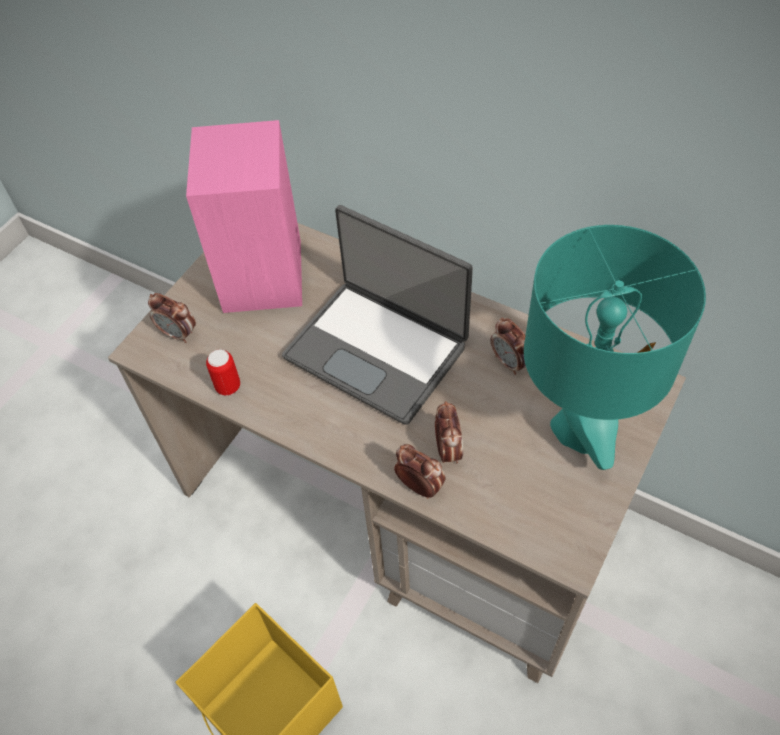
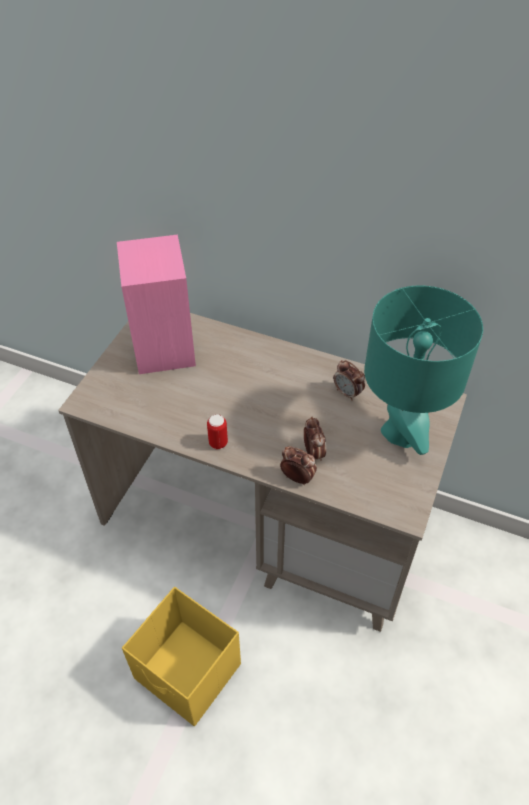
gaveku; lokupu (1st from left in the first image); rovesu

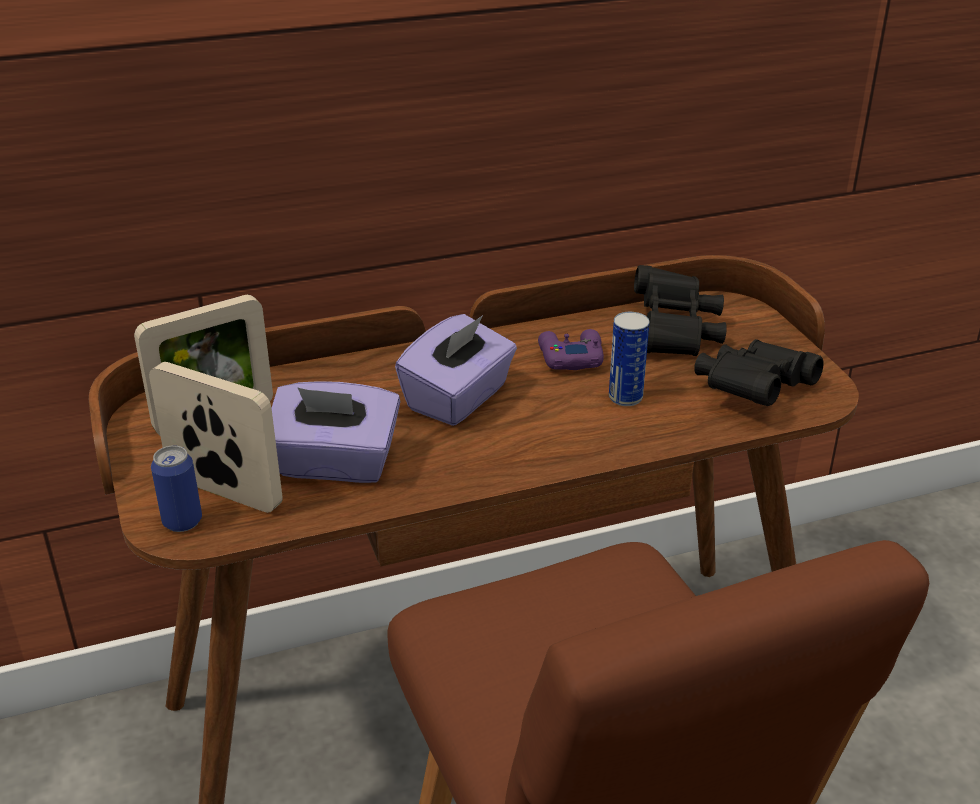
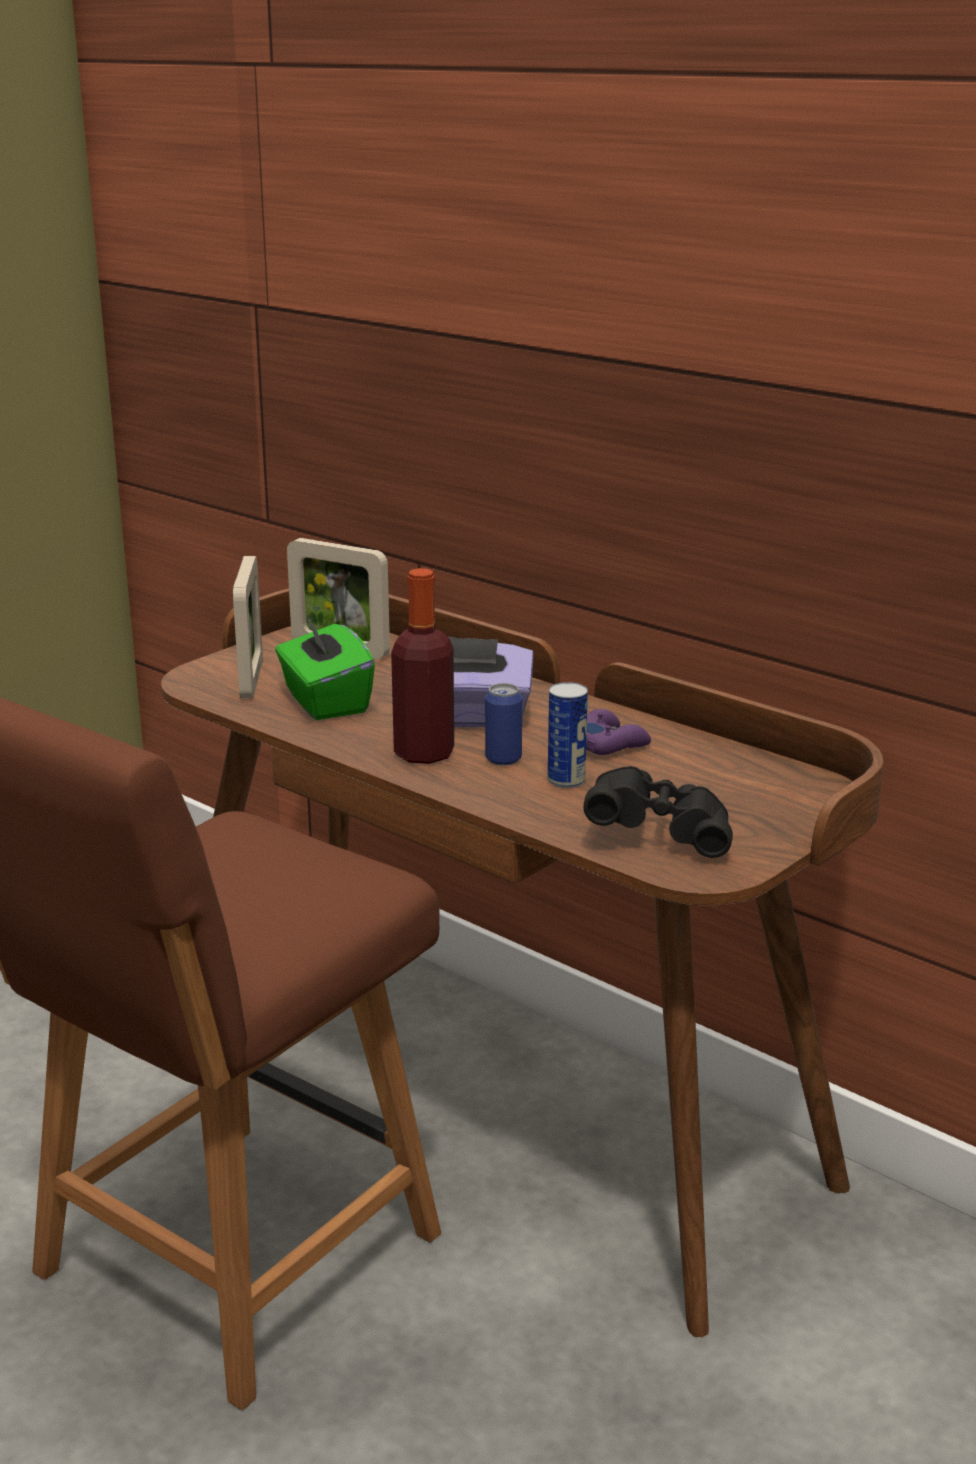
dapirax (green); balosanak; gaveku (1st from left); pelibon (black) (1st from left in the first image)

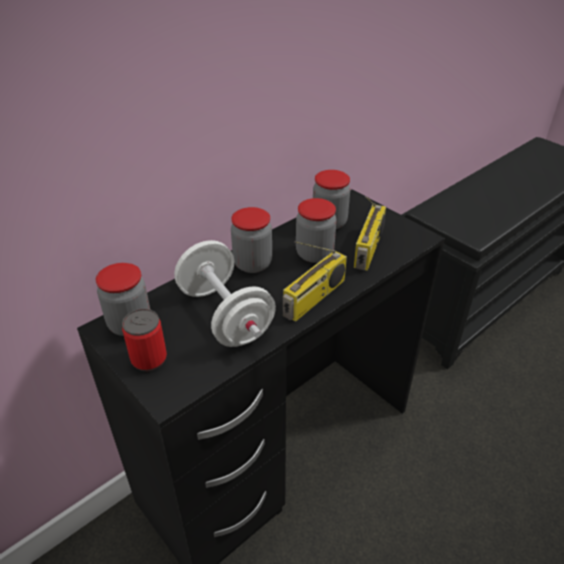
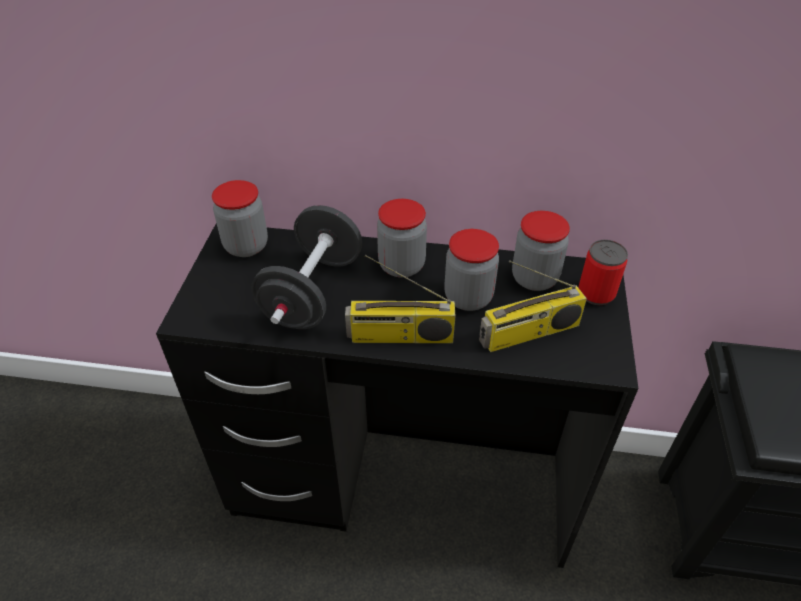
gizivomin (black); gaveku

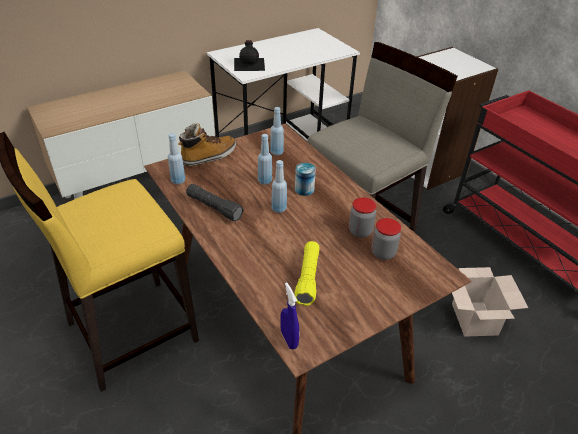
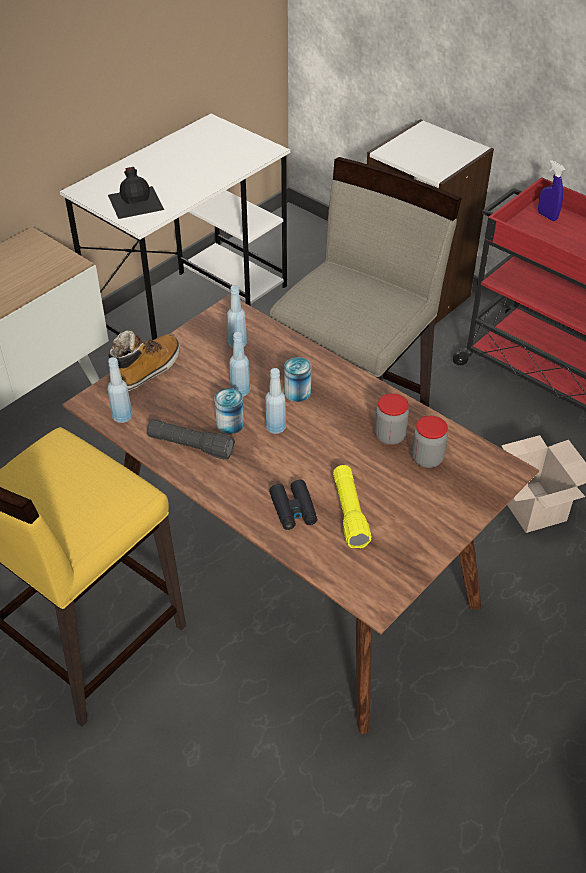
gaveku (1st from left); pelibon (black); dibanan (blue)

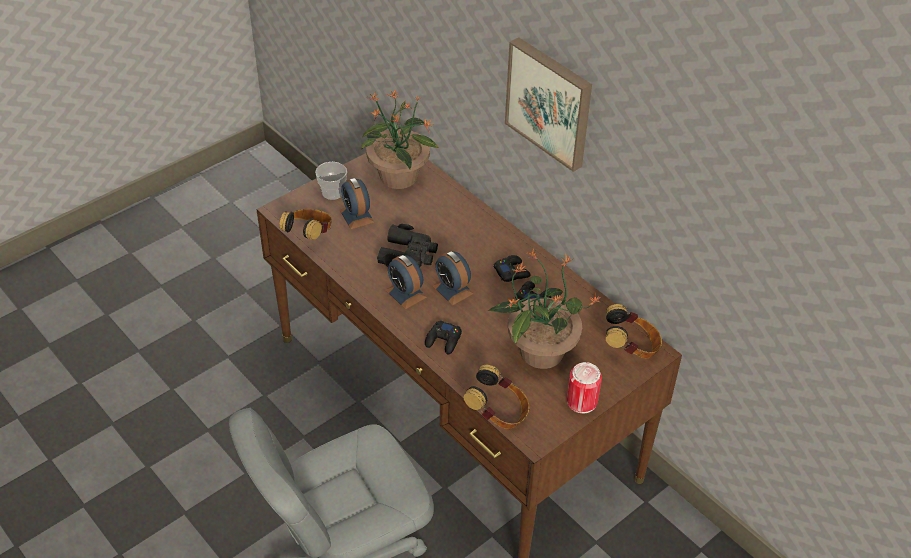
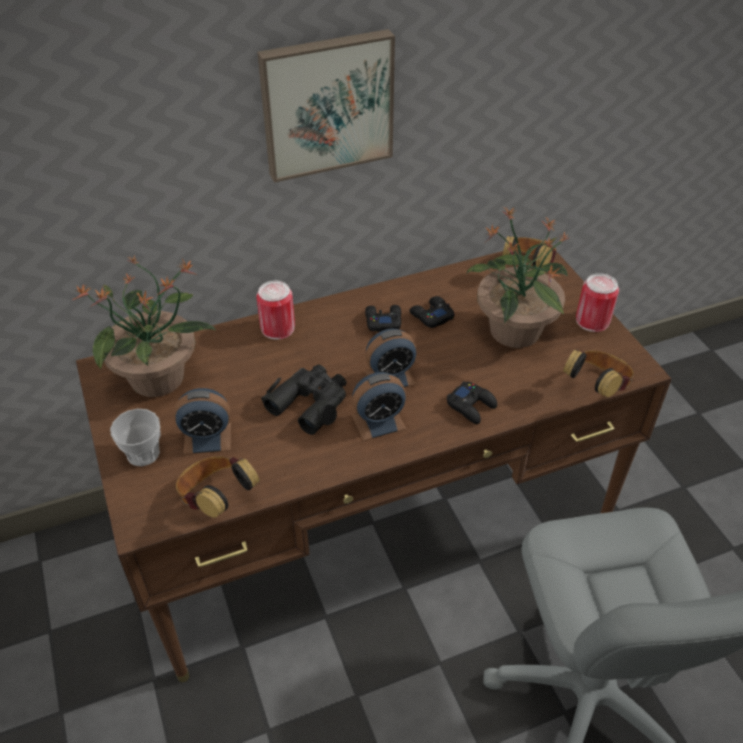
gaveku (1st from left)

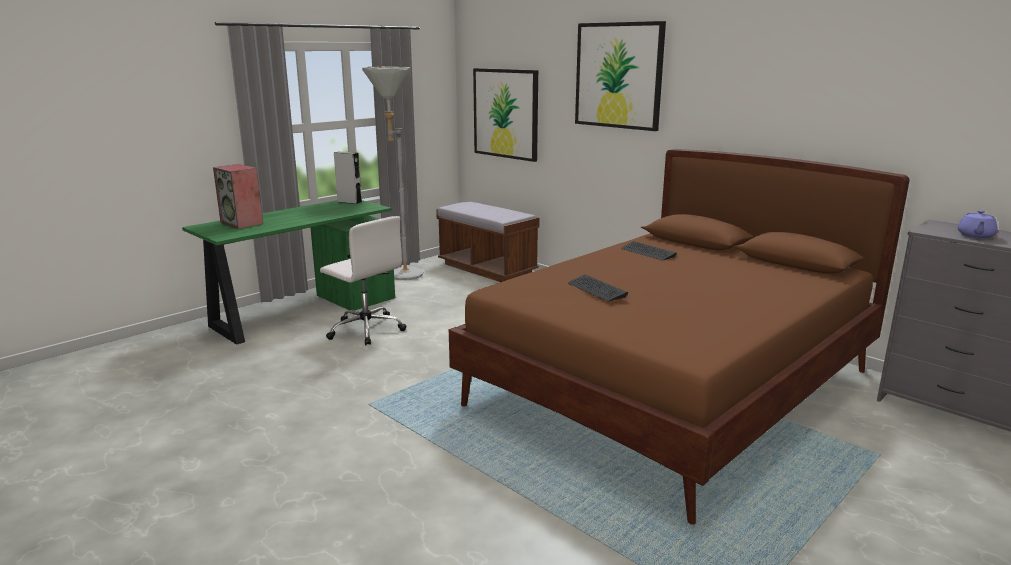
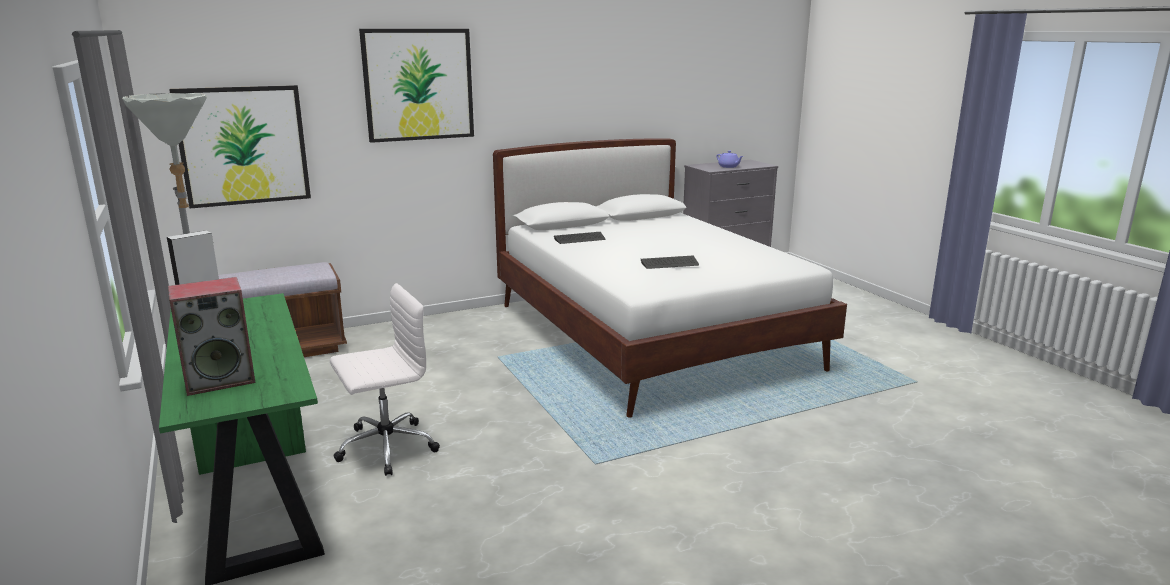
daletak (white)

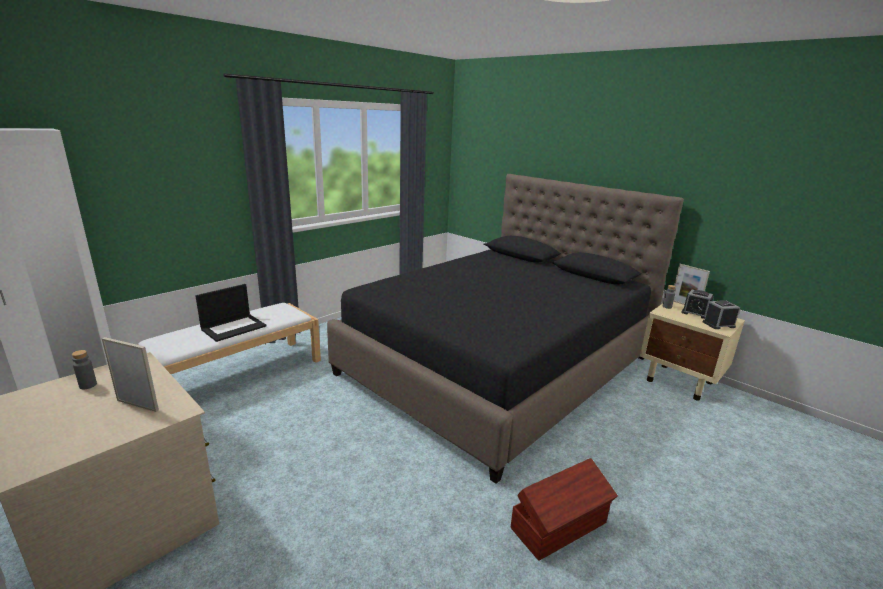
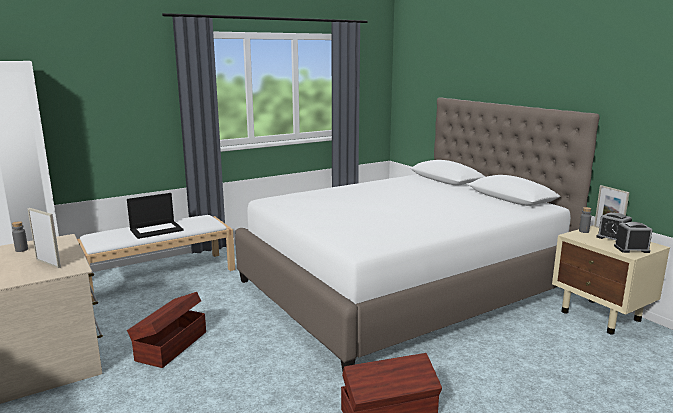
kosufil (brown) (1st from left); daletak (white)

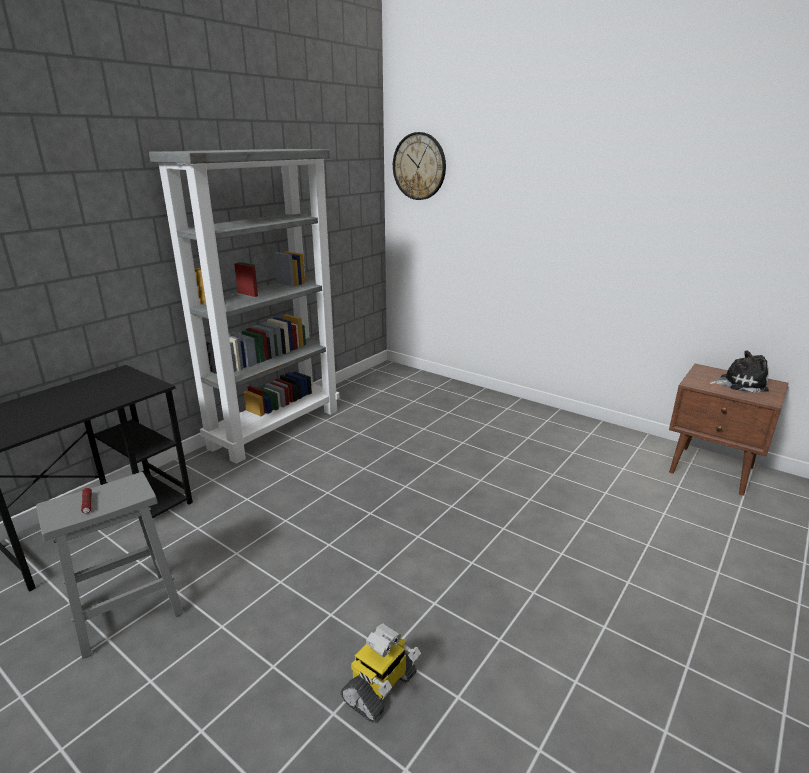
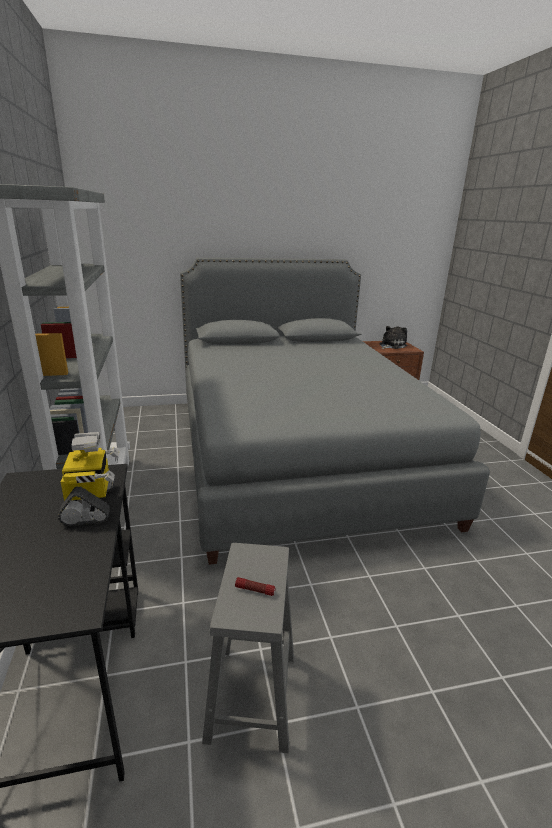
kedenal; daletak (grey); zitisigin

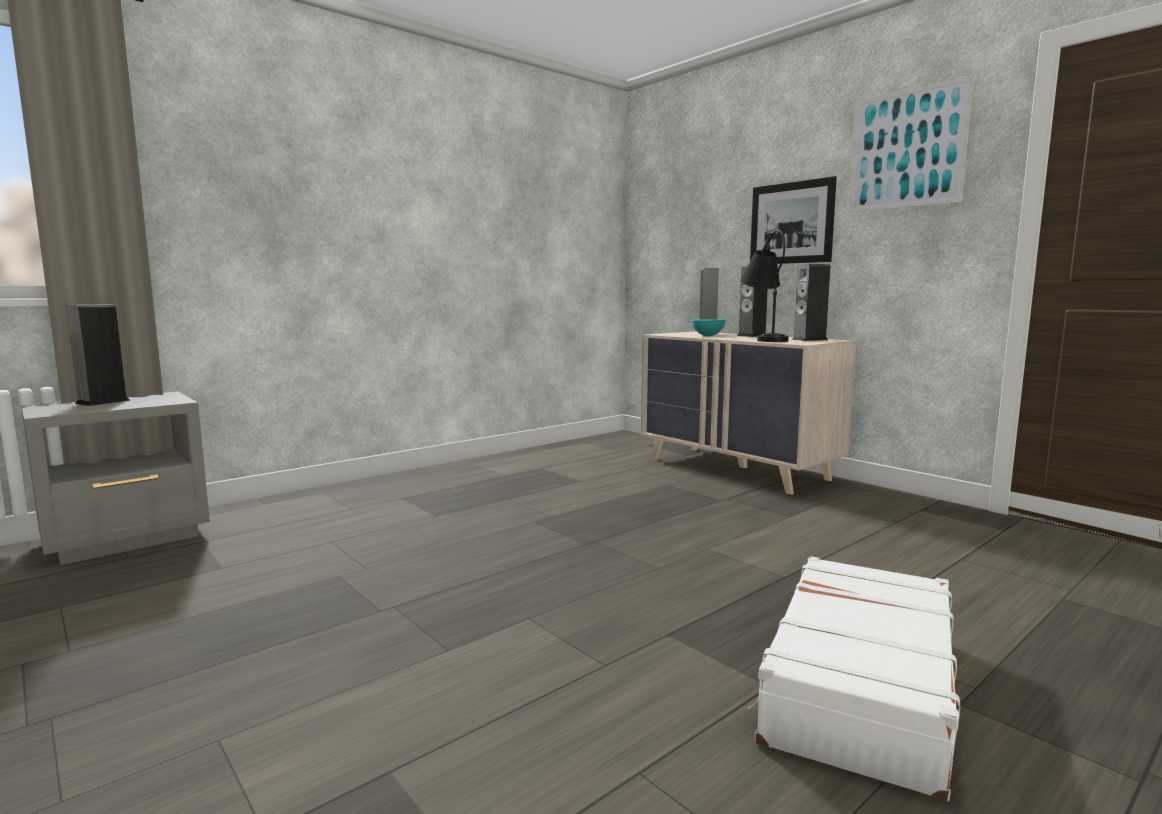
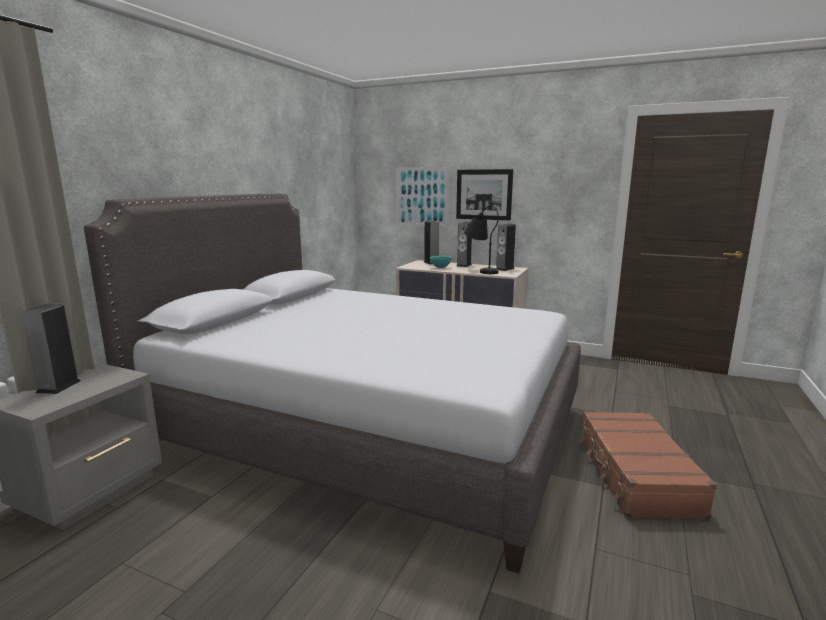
daletak (grey); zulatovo (1st from left); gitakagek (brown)

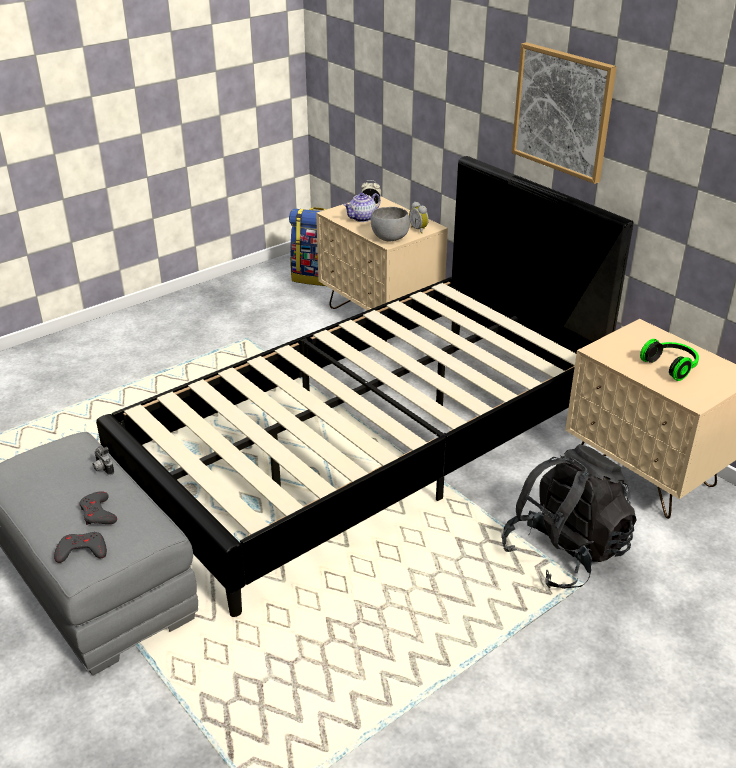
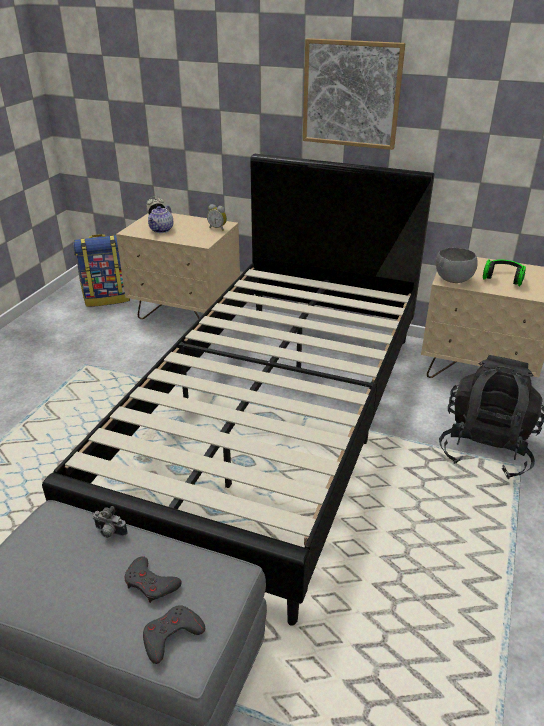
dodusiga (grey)

